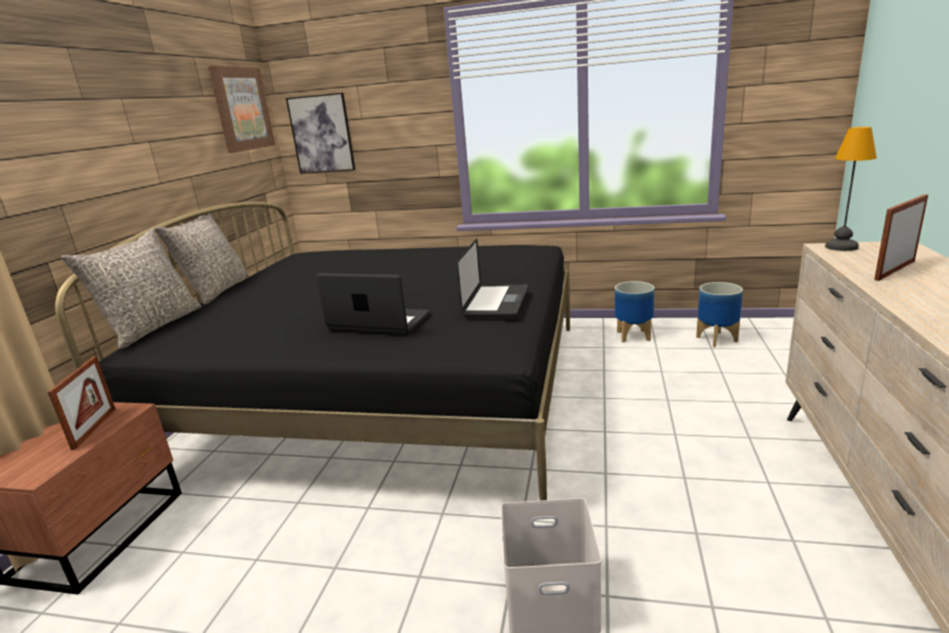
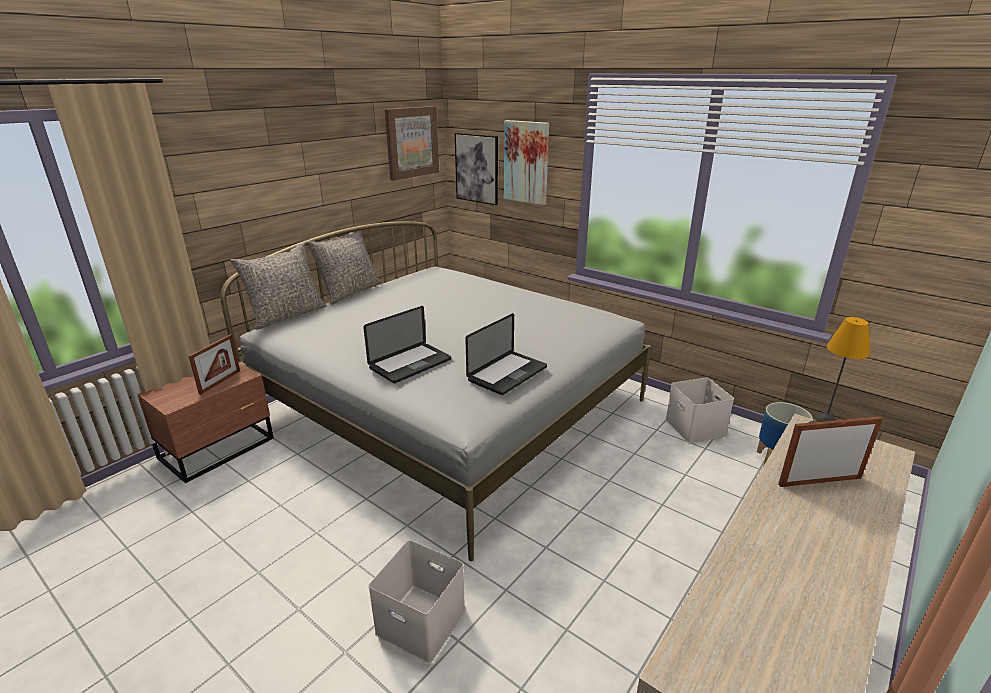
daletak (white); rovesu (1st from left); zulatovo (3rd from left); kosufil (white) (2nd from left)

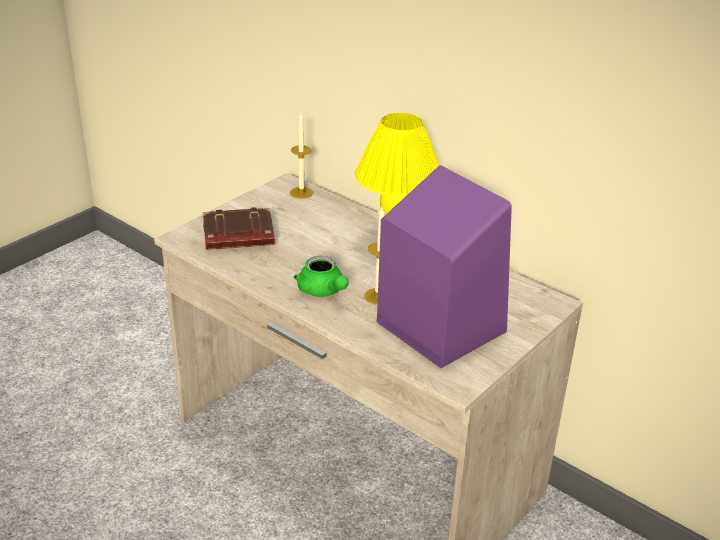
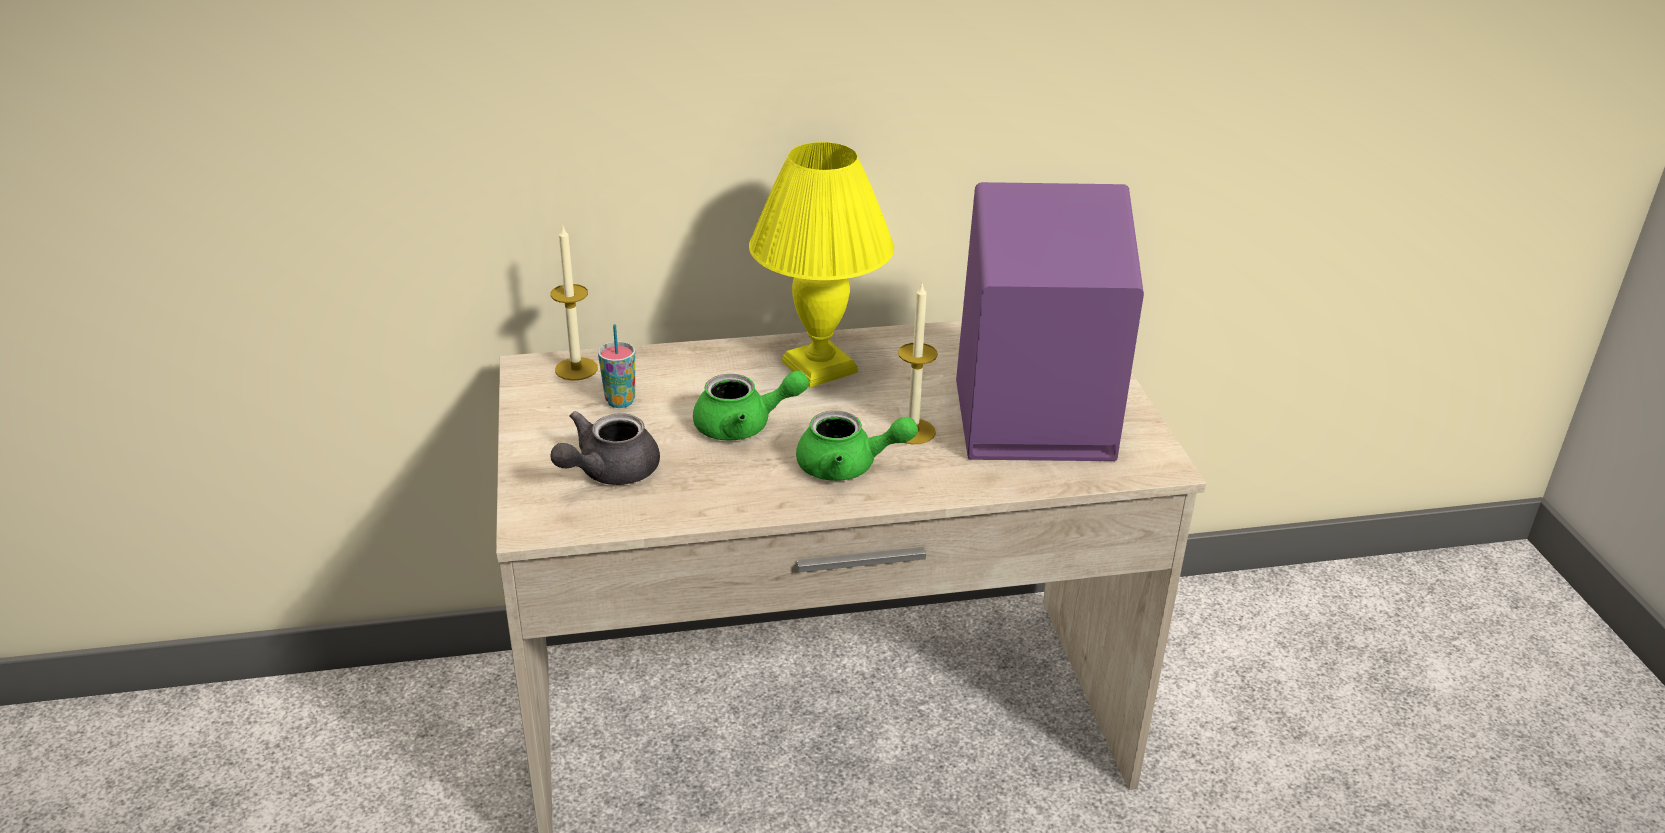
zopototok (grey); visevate; zopototok (green) (1st from left)

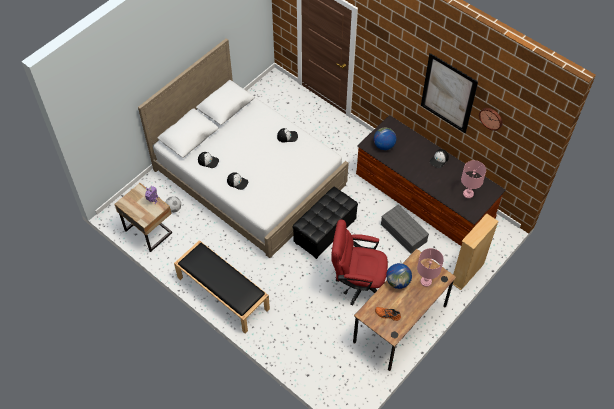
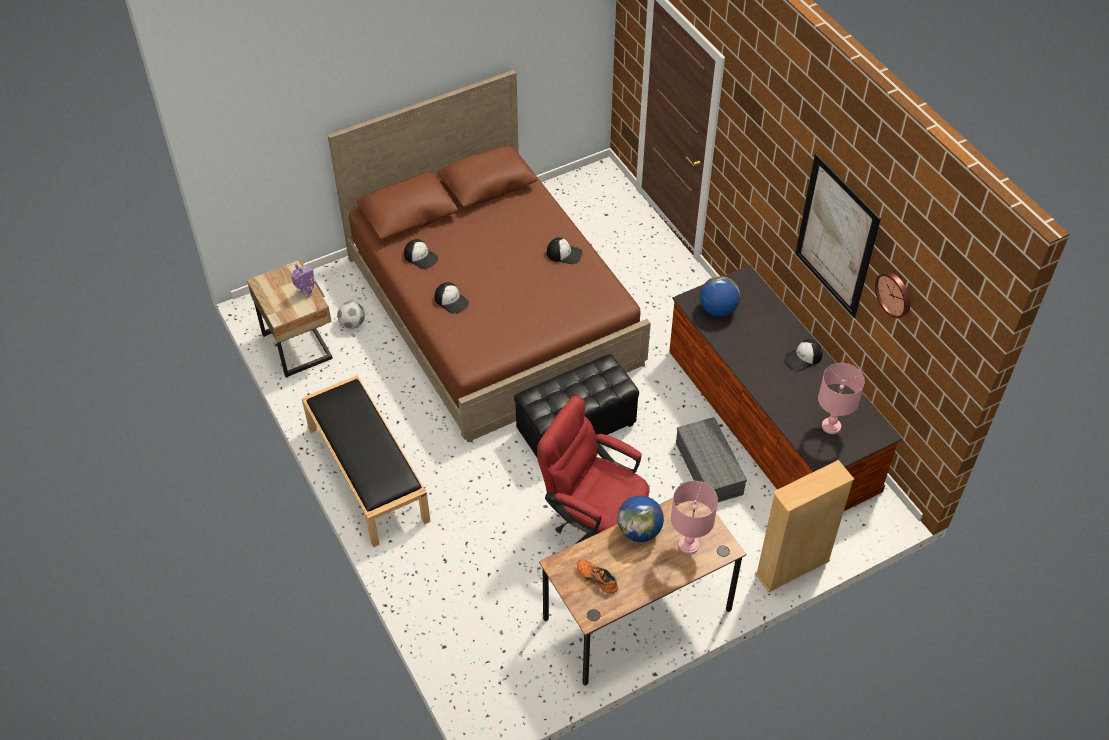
daletak (brown)

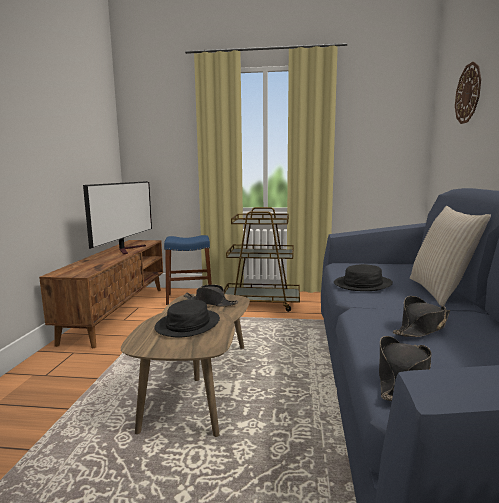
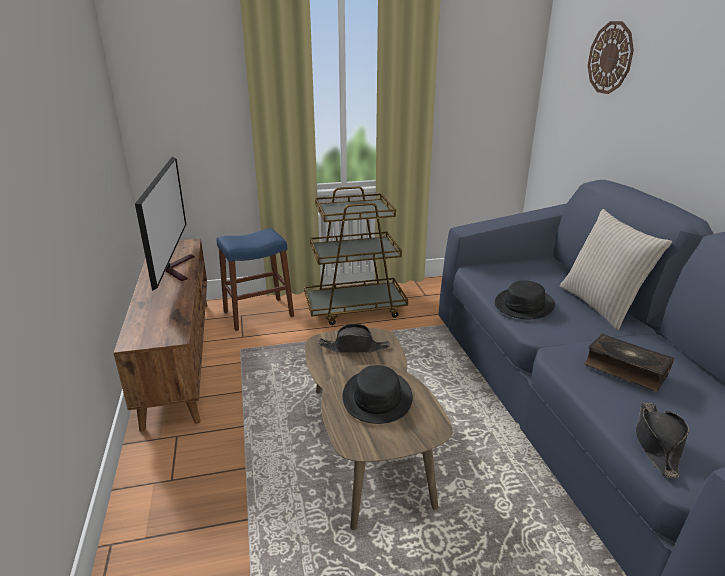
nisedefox

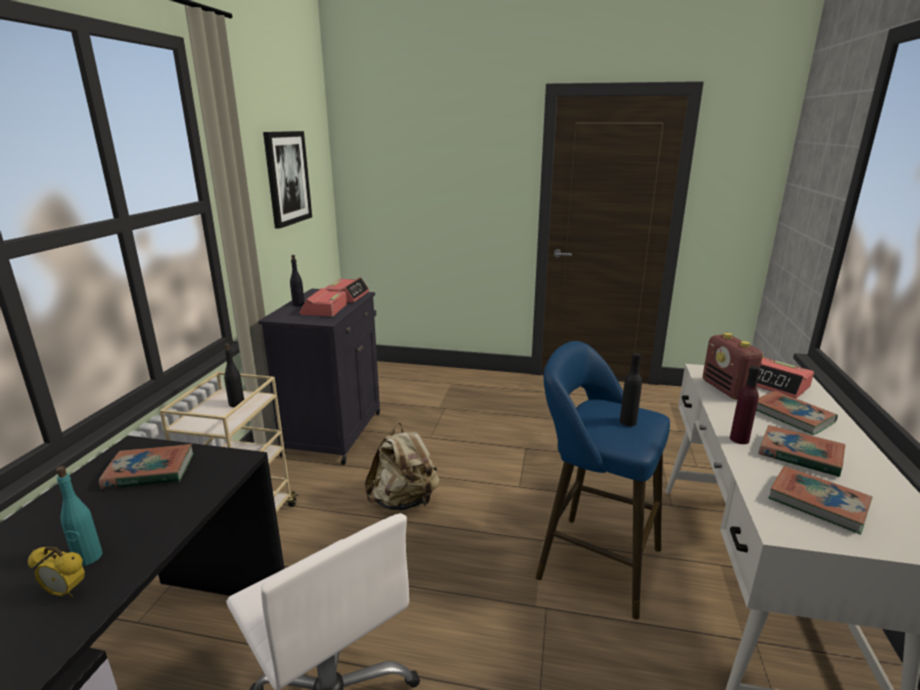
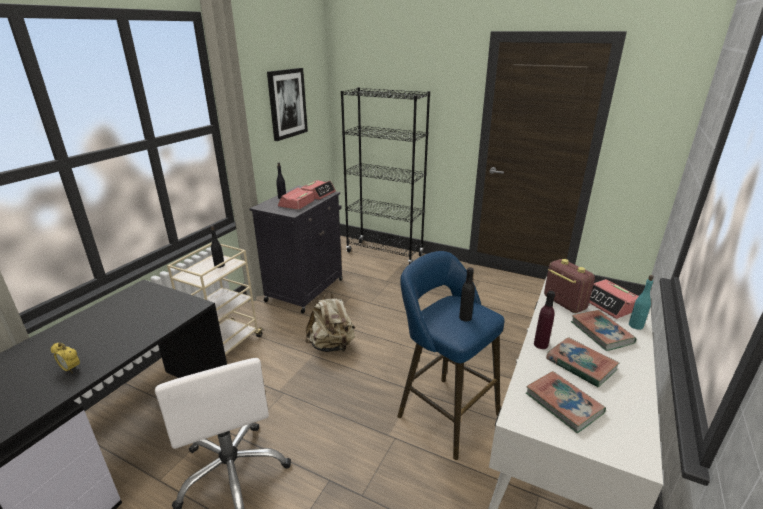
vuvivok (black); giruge; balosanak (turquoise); nisedefox (1st from left in the first image)

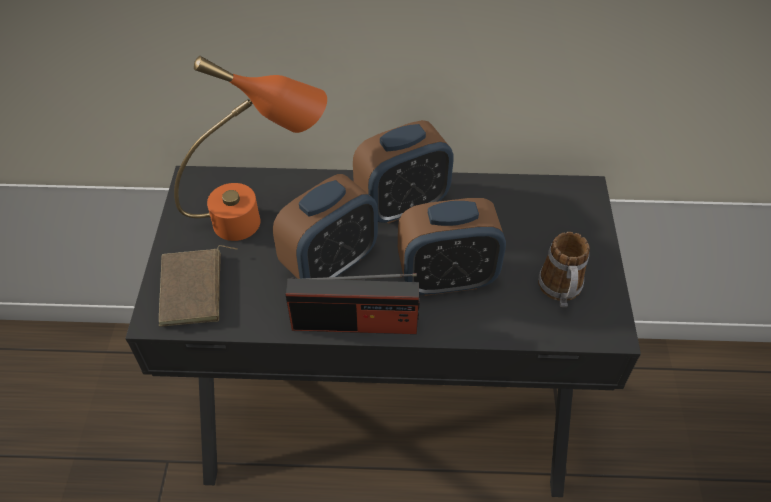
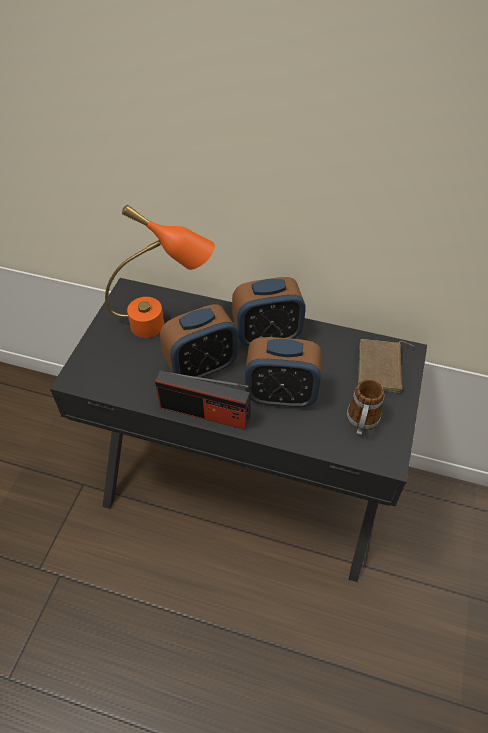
nisedefox (brown)

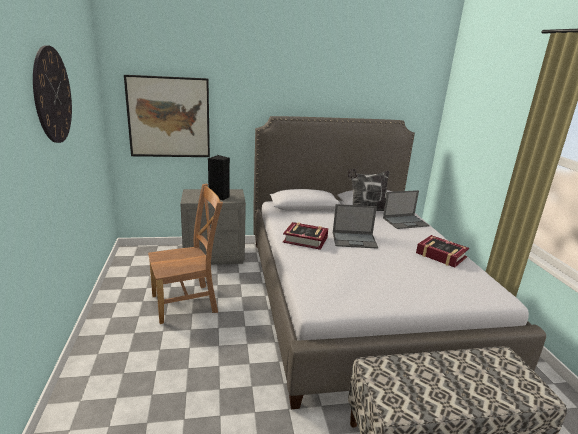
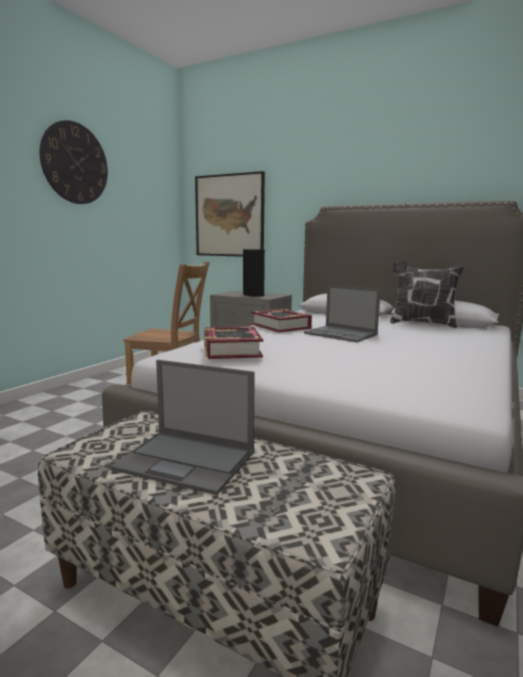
rovesu (1st from left); nisedefox (1st from left)

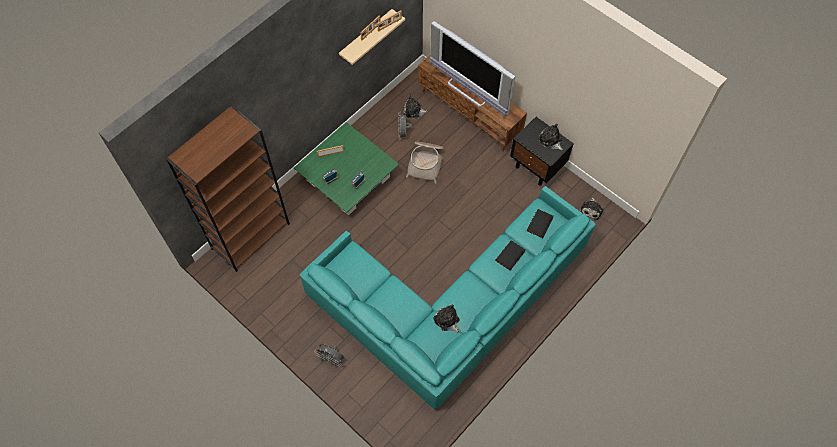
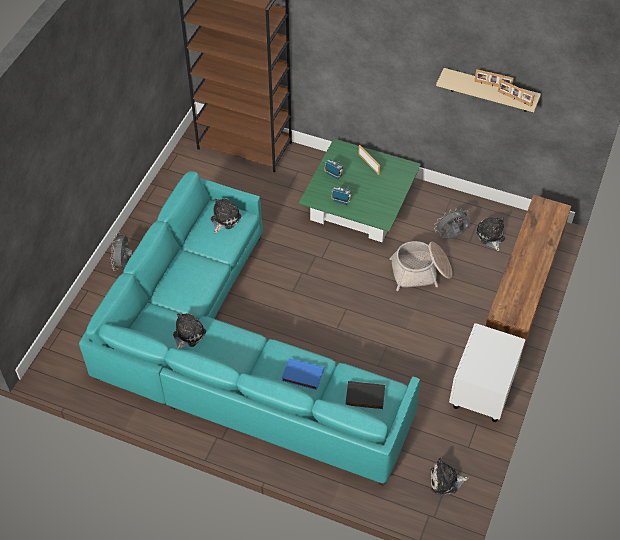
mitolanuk (2nd from left); nisedefox (blue); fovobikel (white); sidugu

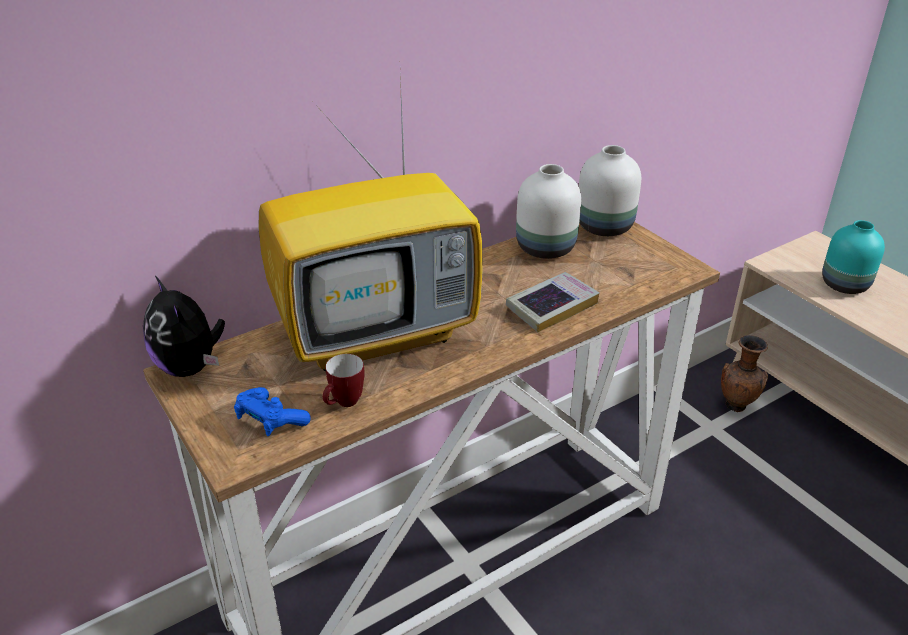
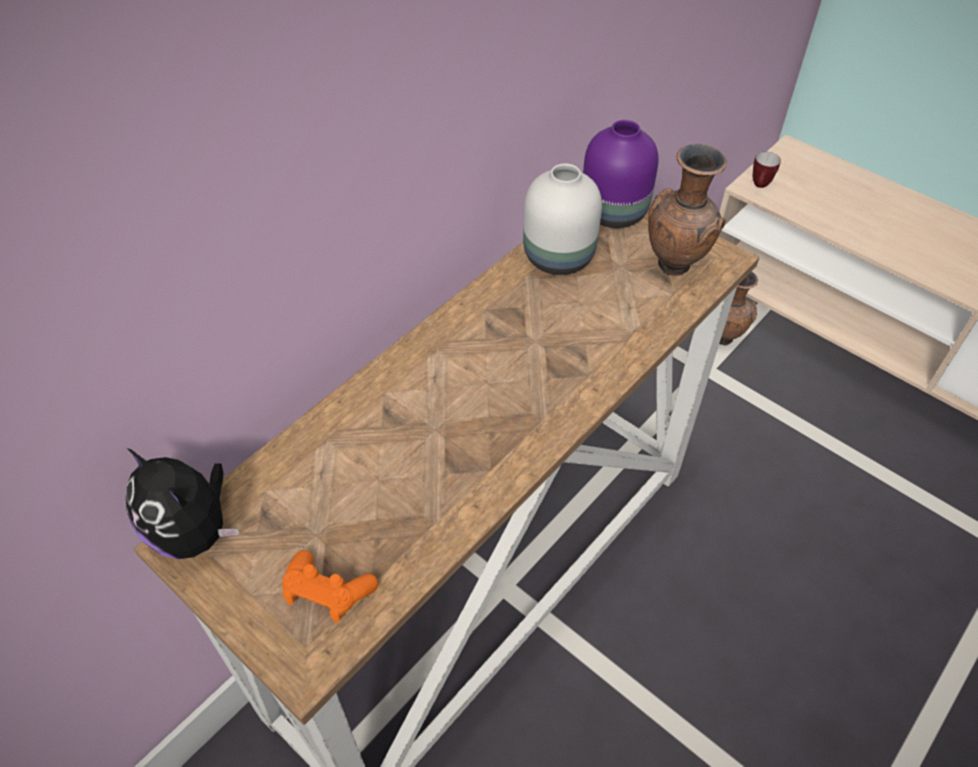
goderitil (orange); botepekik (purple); botepekik (brown) (1st from left); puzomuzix; sidugu; nisedefox; botepekik (turquoise)

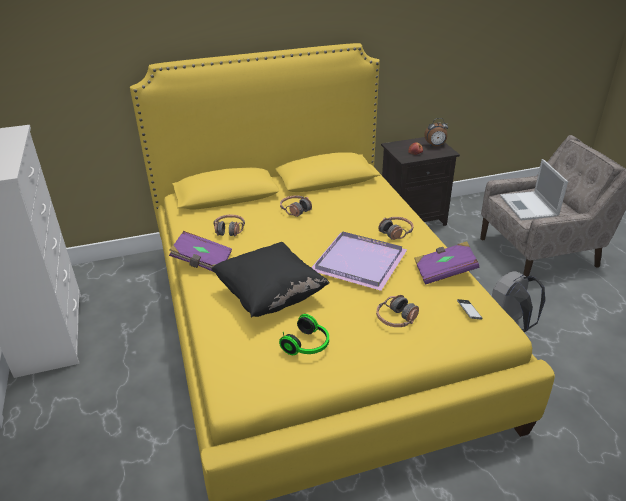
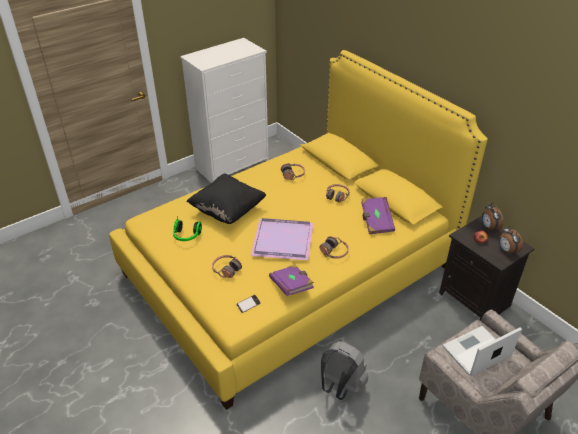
nisedefox (purple) (2nd from left); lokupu (1st from left)

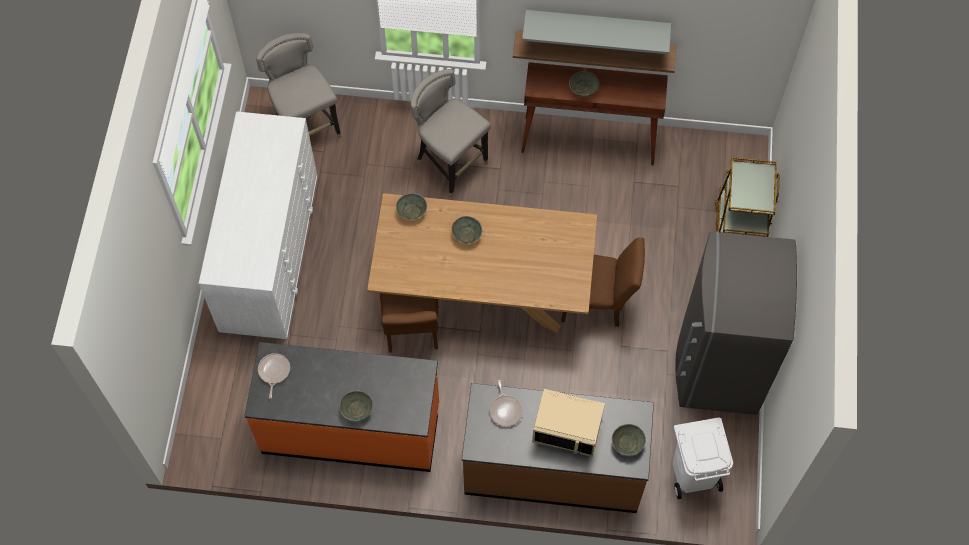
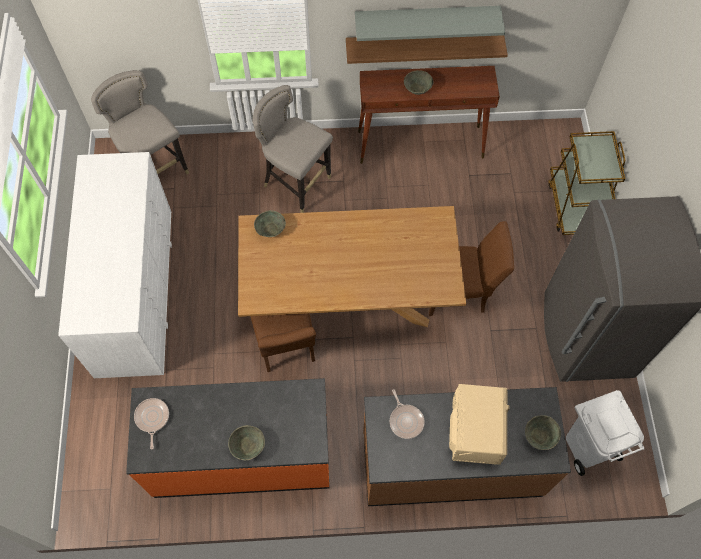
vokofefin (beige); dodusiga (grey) (3rd from left in the first image)

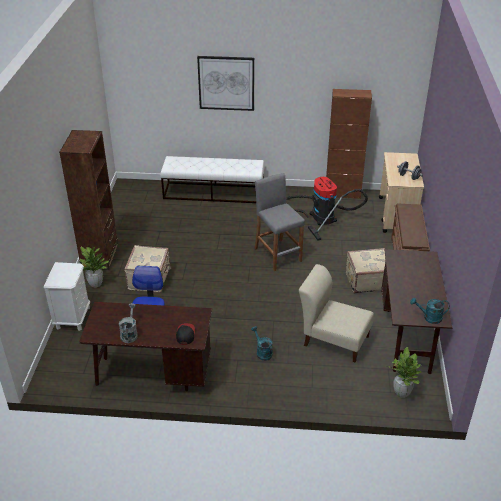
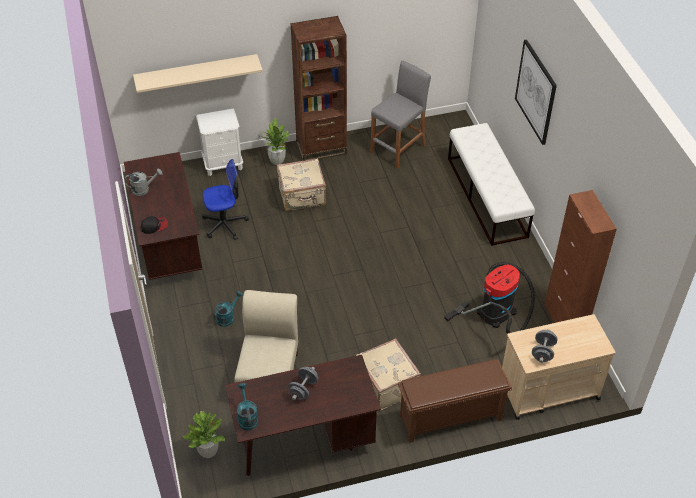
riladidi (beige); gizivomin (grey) (1st from left); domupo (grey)

